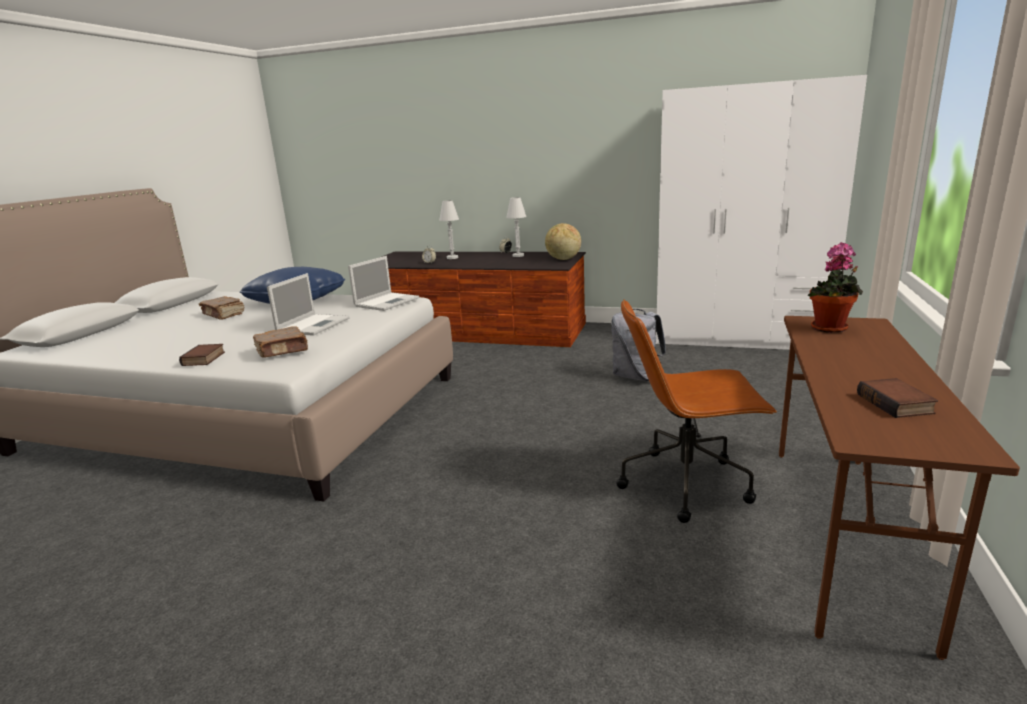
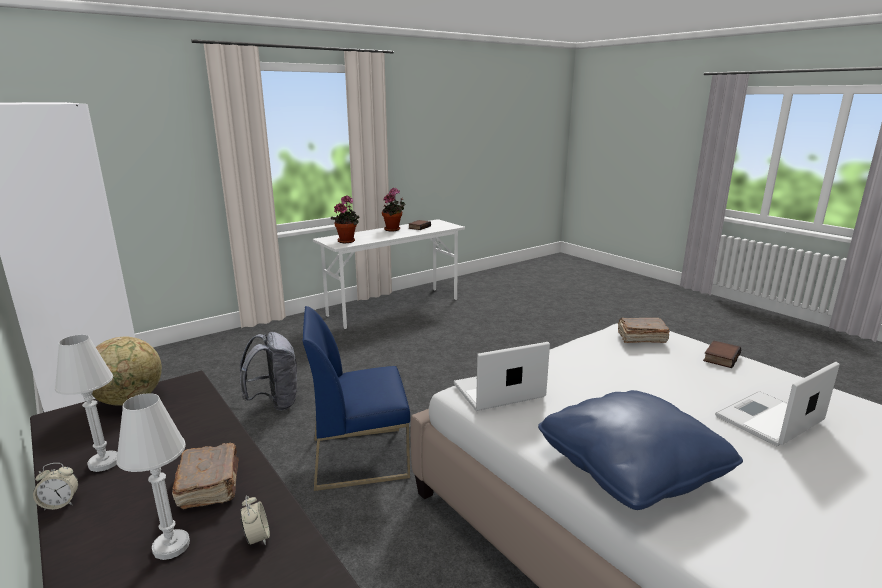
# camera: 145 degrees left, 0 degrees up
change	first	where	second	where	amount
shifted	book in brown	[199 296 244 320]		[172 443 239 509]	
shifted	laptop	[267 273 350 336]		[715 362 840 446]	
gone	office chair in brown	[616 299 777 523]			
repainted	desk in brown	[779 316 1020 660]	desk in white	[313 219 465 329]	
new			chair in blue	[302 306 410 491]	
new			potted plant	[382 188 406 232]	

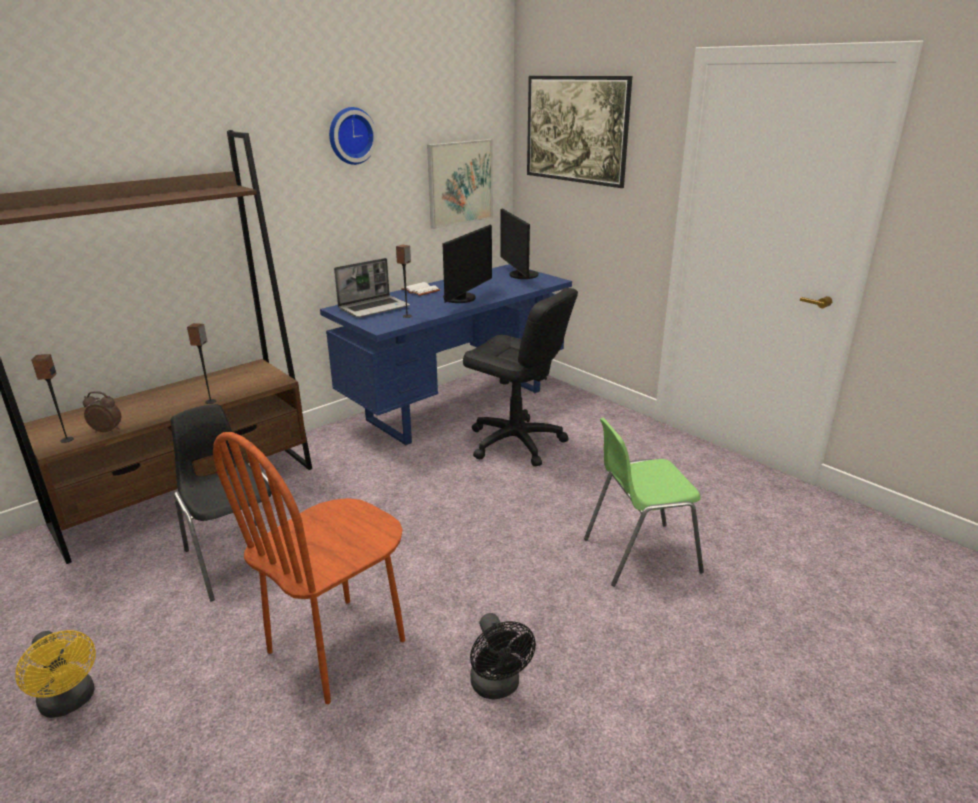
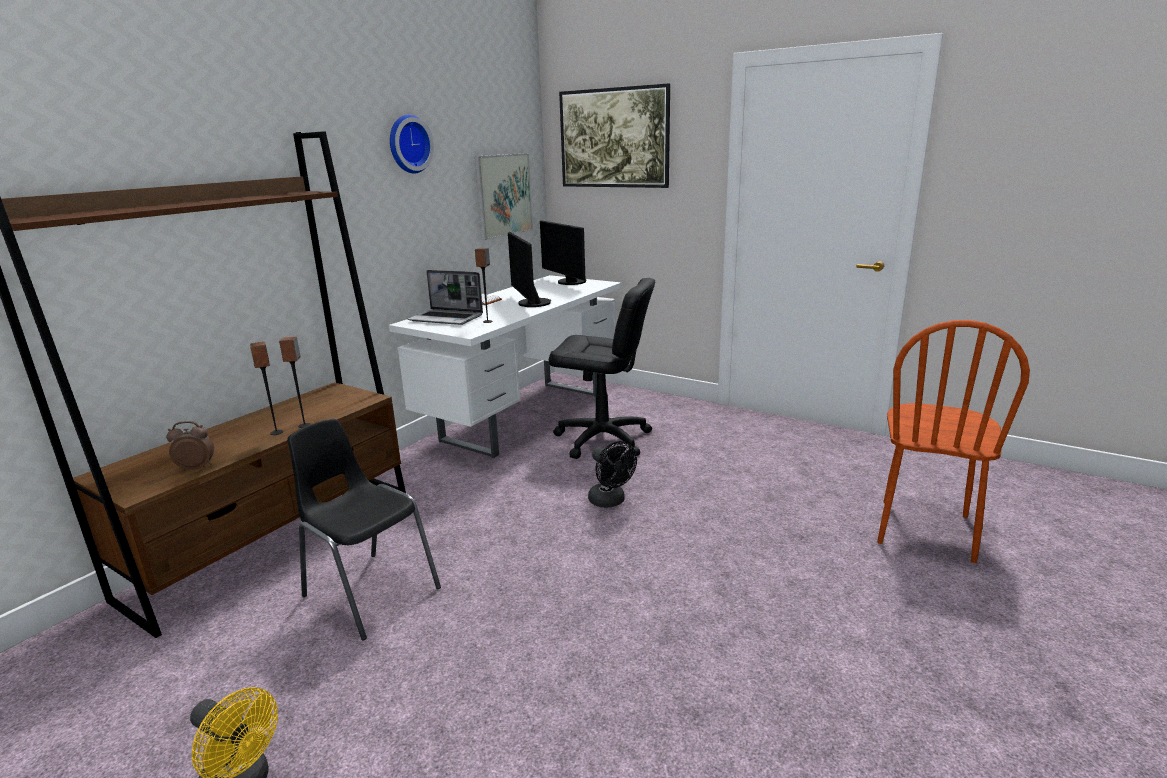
# camera: 15 degrees left, 5 degrees down
change	first	where	second	where	amount
shifted	speaker	[31 354 74 443]		[250 342 283 435]	
shifted	chair in brown	[213 432 405 704]		[877 320 1030 563]	
repainted	desk in blue	[320 264 572 446]	desk in white	[389 275 621 458]	
rotated	laptop	[334 258 410 318]		[408 270 483 325]	75 degrees clockwise
rotated	monitor	[443 225 492 303]		[508 232 551 307]	150 degrees clockwise
shifted	fan in black	[470 613 536 700]		[588 441 637 508]	
gone	chair in green	[584 418 704 587]			

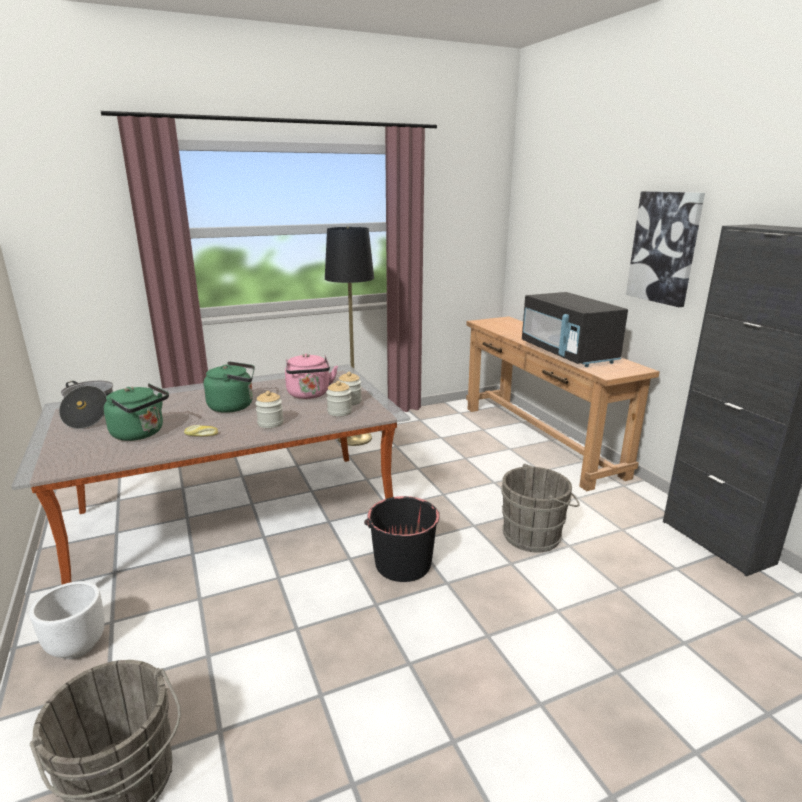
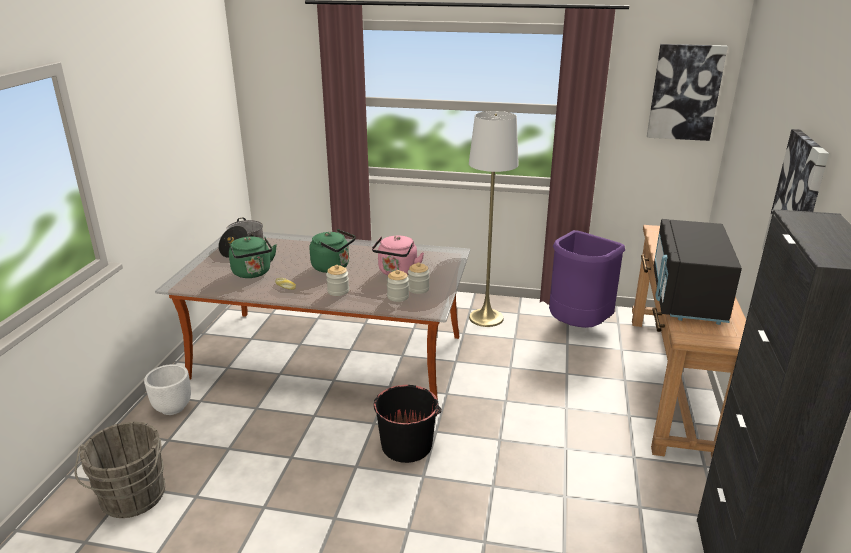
# camera: 35 degrees right, 5 degrees up
change	first	where	second	where	amount
repainted	floor lamp in black	[325 227 374 446]	floor lamp in white	[469 111 519 327]	
gone	bucket in grey	[501 464 580 553]			
new			trash can in purple	[549 230 625 328]	
new			picture	[647 44 728 141]	

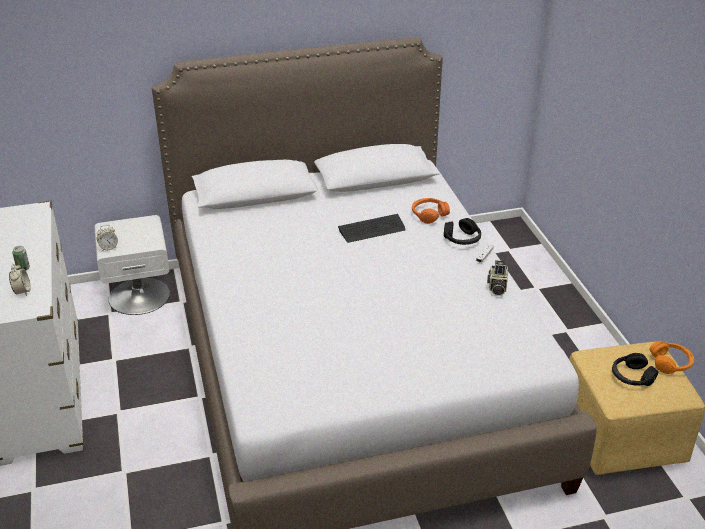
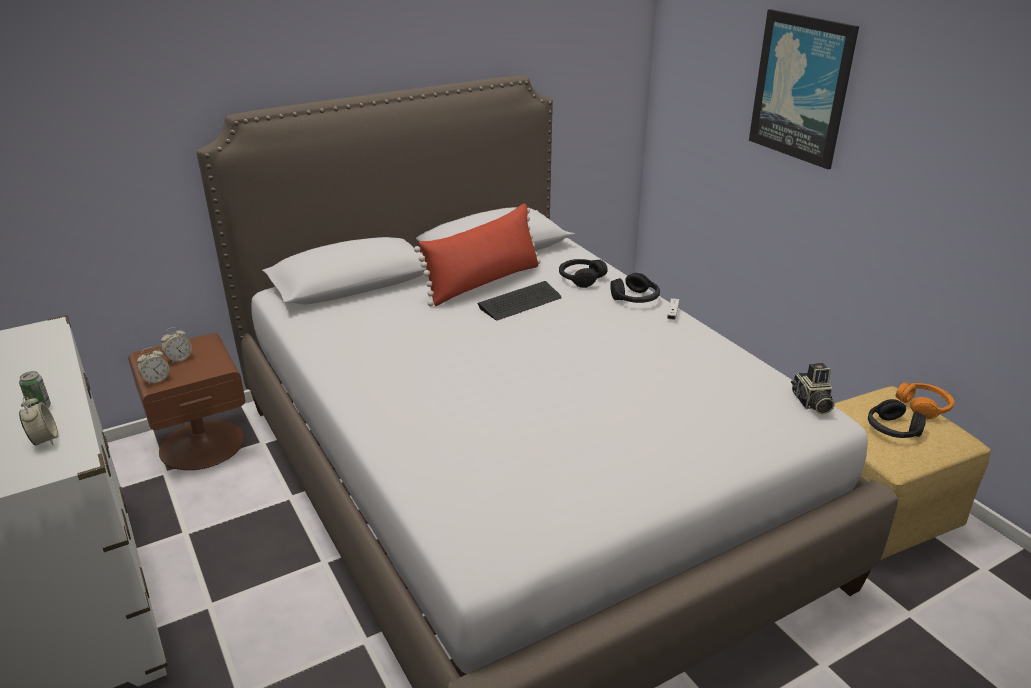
# camera: 15 degrees left, 5 degrees down
change	first	where	second	where	amount
repainted	nightstand in white	[94 215 170 315]	nightstand in brown	[128 333 245 470]	
repainted	headphones in orange	[412 198 450 224]	headphones in black	[559 259 608 288]	
shifted	photo camera	[487 260 508 296]		[791 363 835 415]	
new			alarm clock	[161 327 192 364]	
new			pillow in red	[414 204 541 306]	
new			picture	[749 9 859 169]	

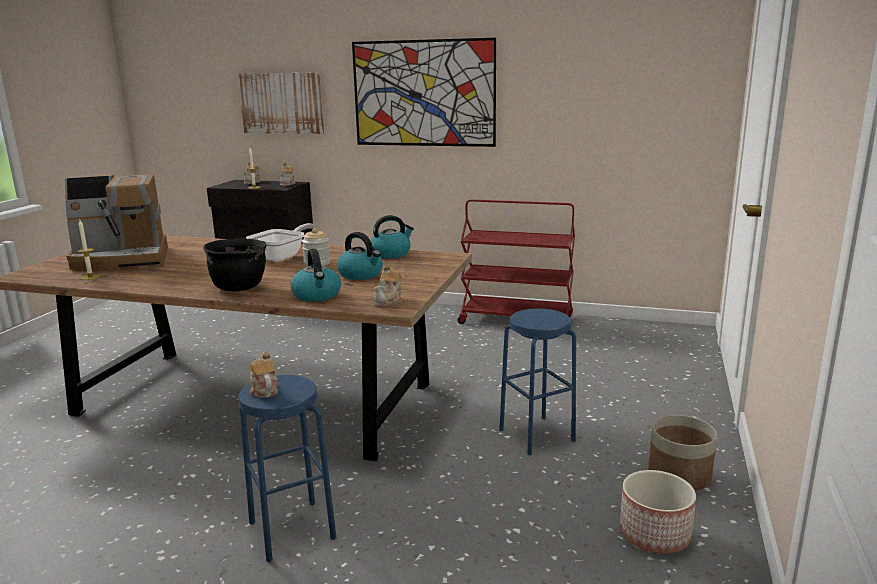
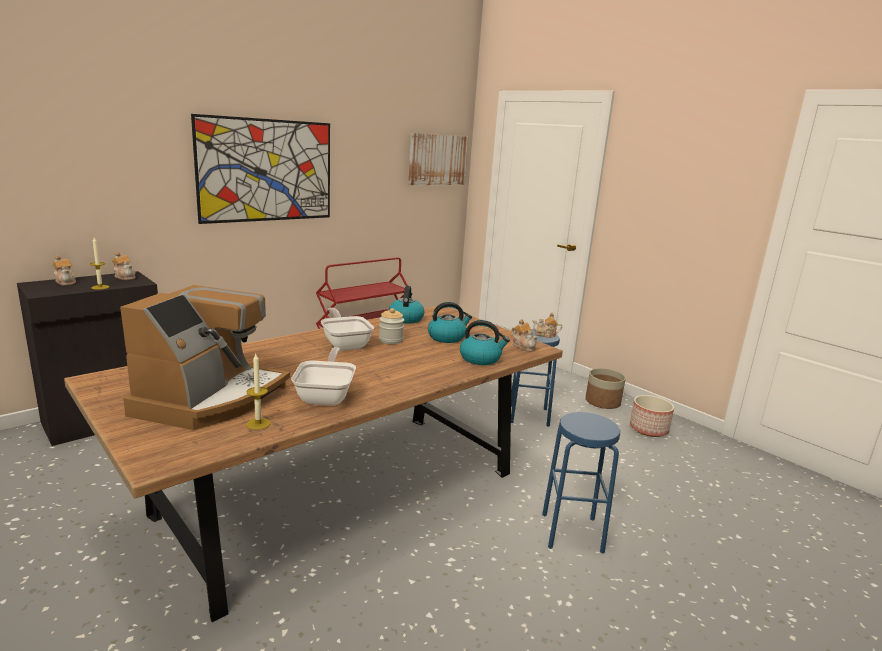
# camera: 60 degrees left, 0 degrees up
change	first	where	second	where	amount
gone	cooking pot in black	[203 239 267 291]			
shifted	picture	[238 72 324 134]		[408 133 468 185]	
shifted	teapot	[249 352 278 398]		[533 313 562 338]	
new			frying pan	[291 347 356 406]	

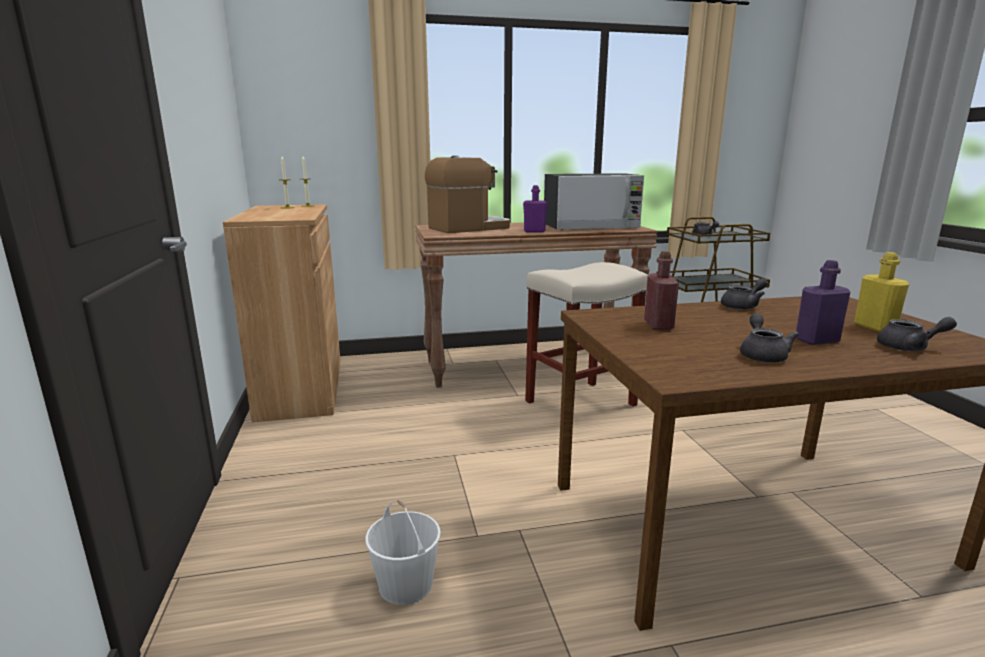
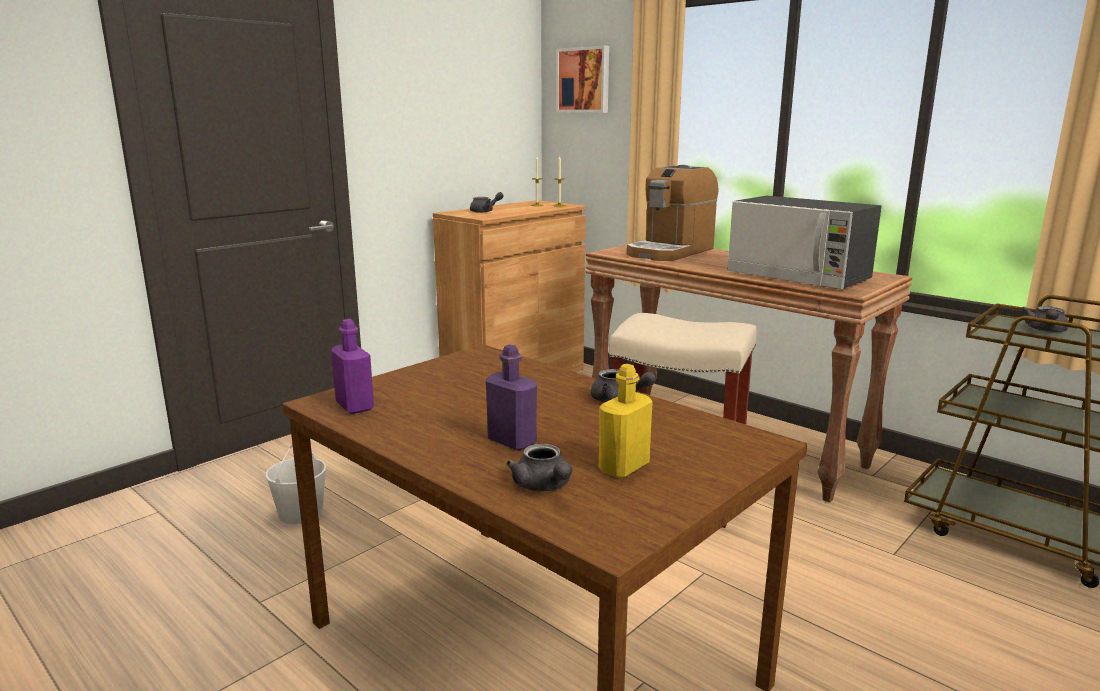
# camera: 55 degrees right, 0 degrees up
change	first	where	second	where	amount
rotated	coffee machine	[425 156 510 233]		[627 165 719 261]	105 degrees clockwise
shifted	bottle in purple	[523 185 547 233]		[331 319 374 414]	
gone	bottle in red	[644 251 679 330]			
shifted	teapot in grey	[740 313 799 363]		[470 192 504 213]	
new			picture	[556 46 609 113]	

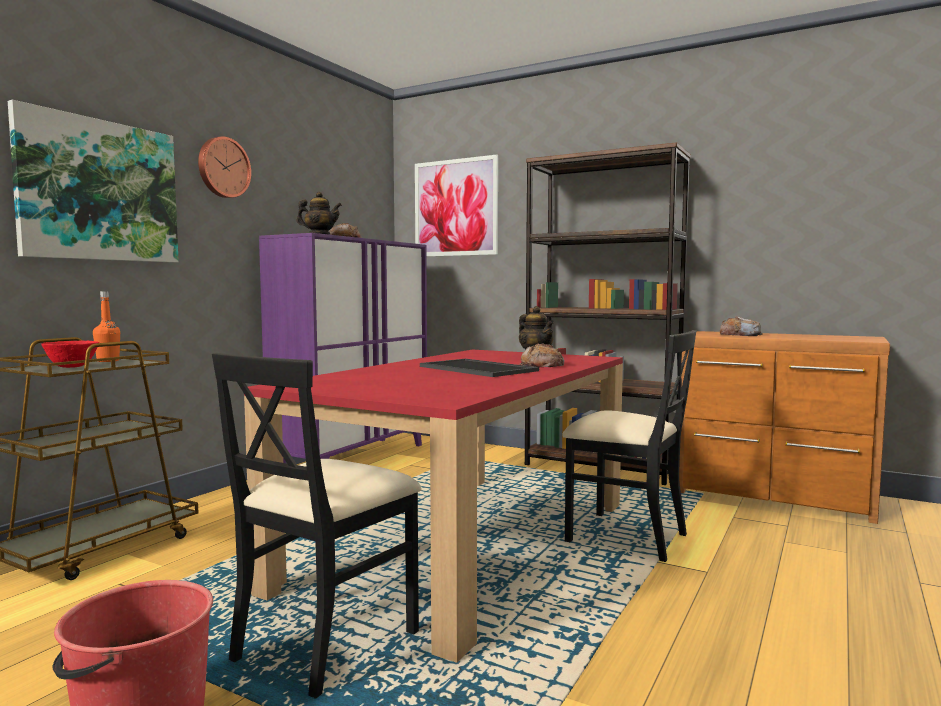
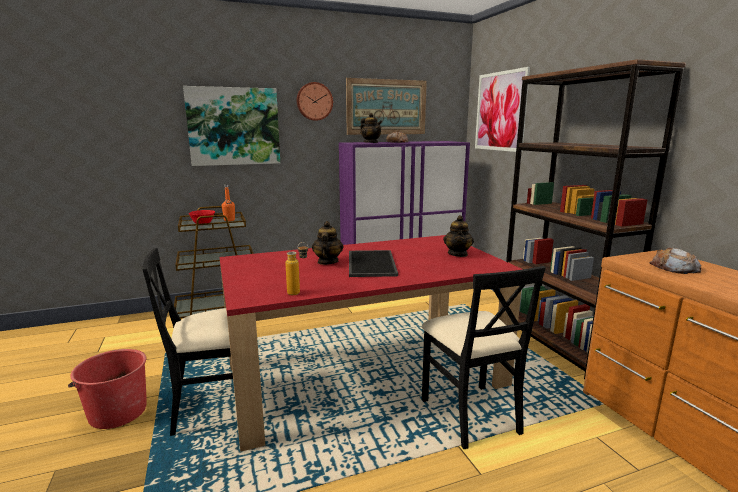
# camera: 40 degrees right, 10 degrees up
change	first	where	second	where	amount
gone	bread	[519 343 564 367]			
new			bottle	[285 242 308 295]	
new			teapot	[312 221 344 265]	
new			picture	[346 78 427 135]	

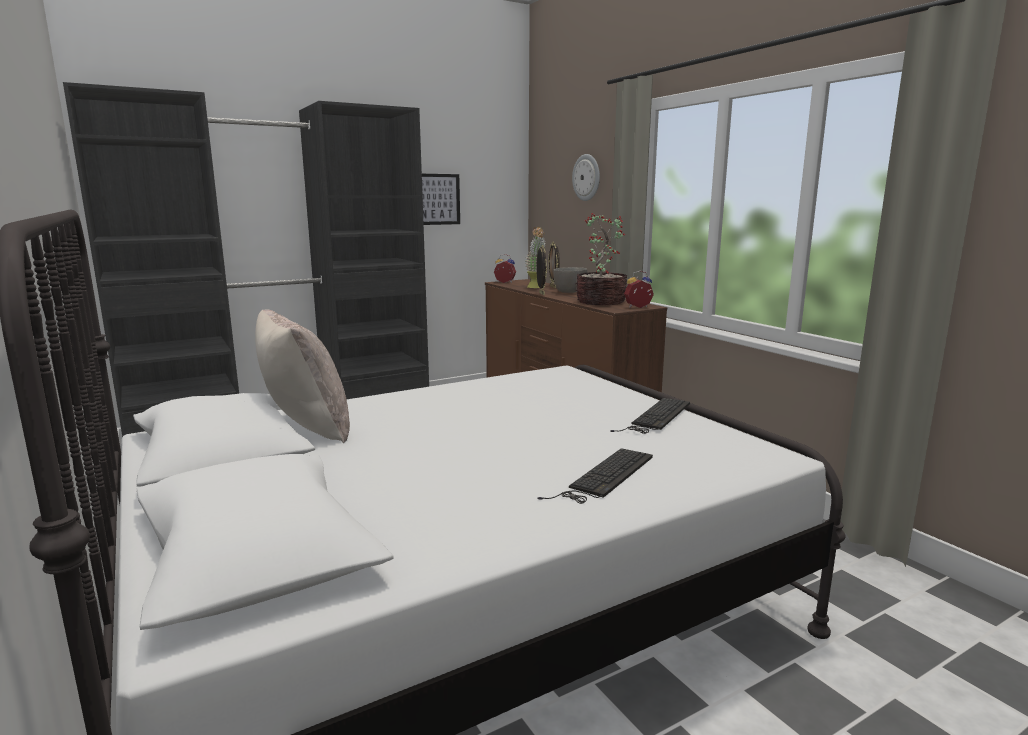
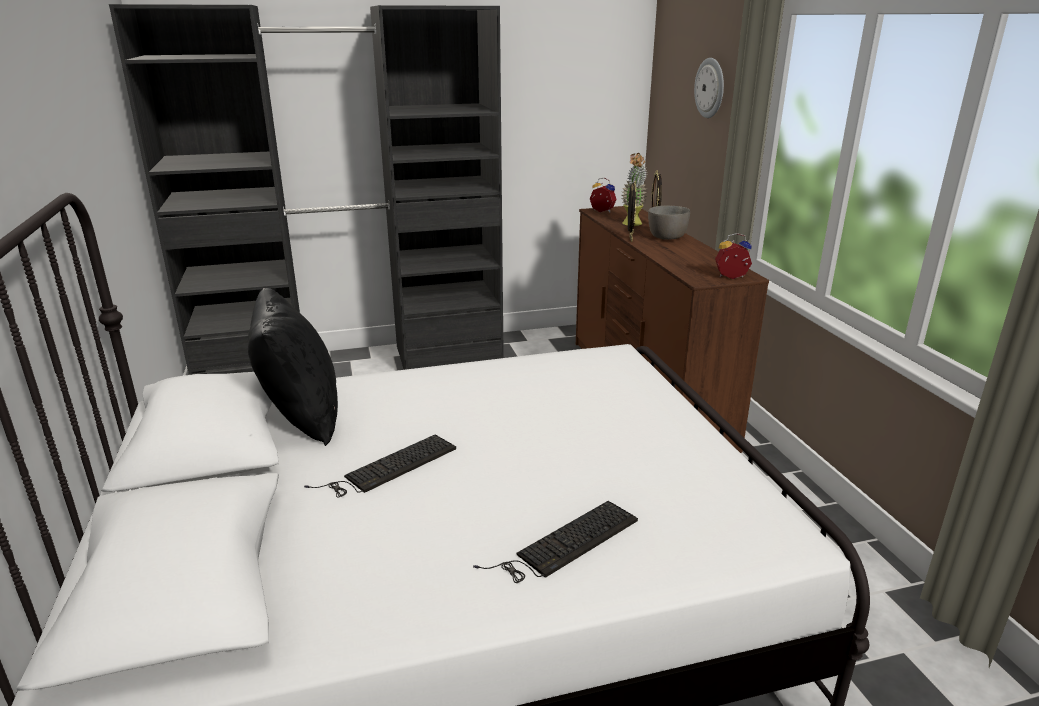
# camera: 15 degrees right, 10 degrees up
change	first	where	second	where	amount
repainted	pillow in beige	[255 309 350 443]	pillow in black	[248 288 338 446]	
gone	picture	[422 174 460 225]			
gone	potted plant	[575 213 627 305]			
shifted	keyboard	[610 398 690 434]		[304 435 456 497]	

